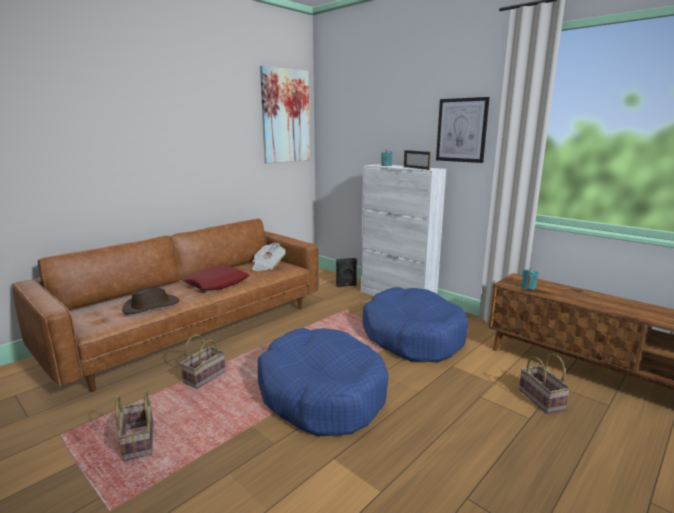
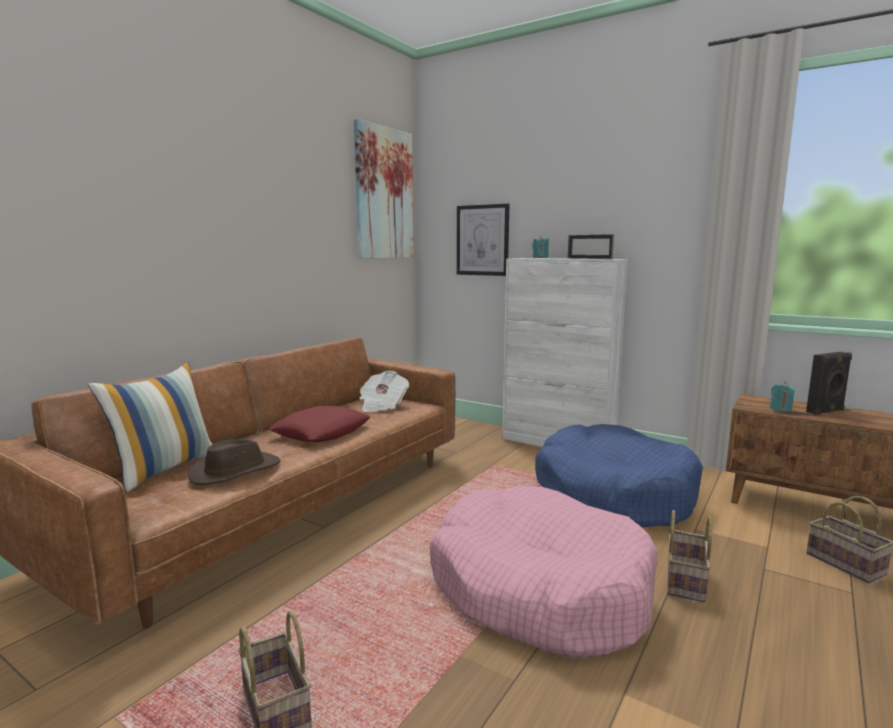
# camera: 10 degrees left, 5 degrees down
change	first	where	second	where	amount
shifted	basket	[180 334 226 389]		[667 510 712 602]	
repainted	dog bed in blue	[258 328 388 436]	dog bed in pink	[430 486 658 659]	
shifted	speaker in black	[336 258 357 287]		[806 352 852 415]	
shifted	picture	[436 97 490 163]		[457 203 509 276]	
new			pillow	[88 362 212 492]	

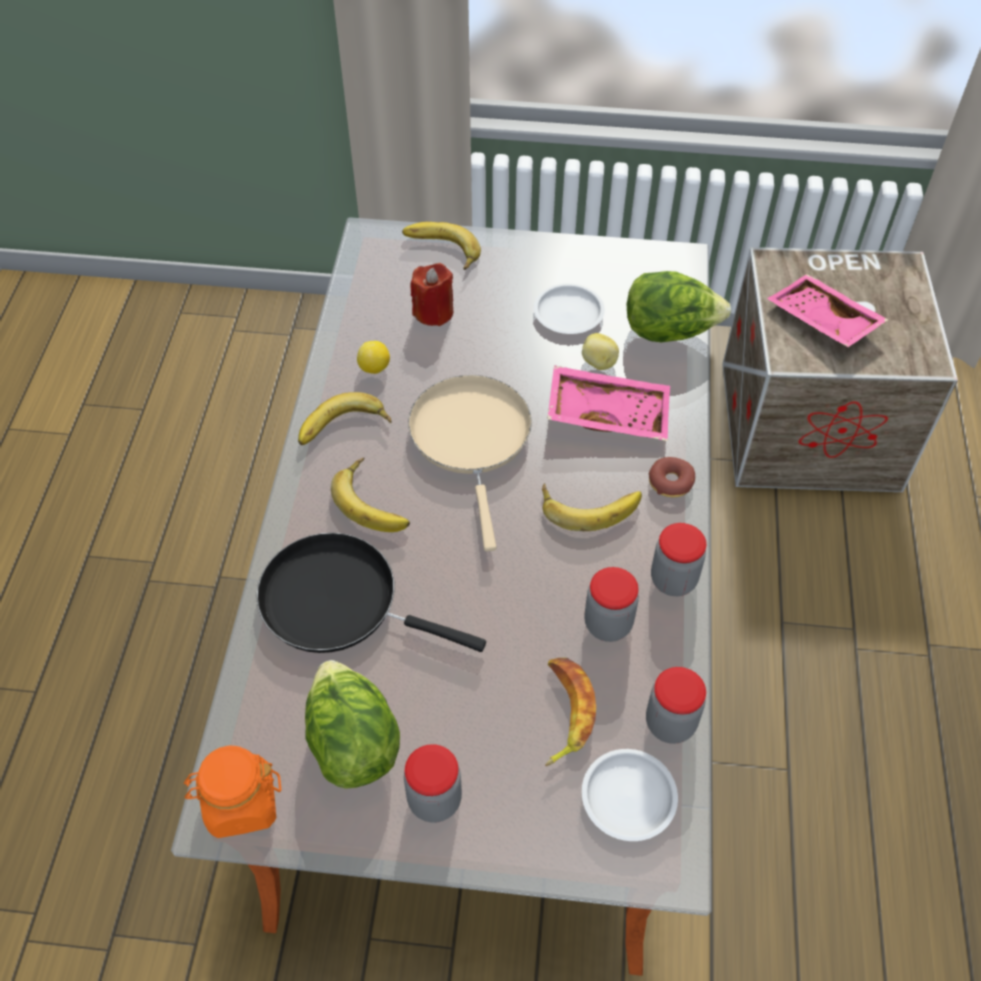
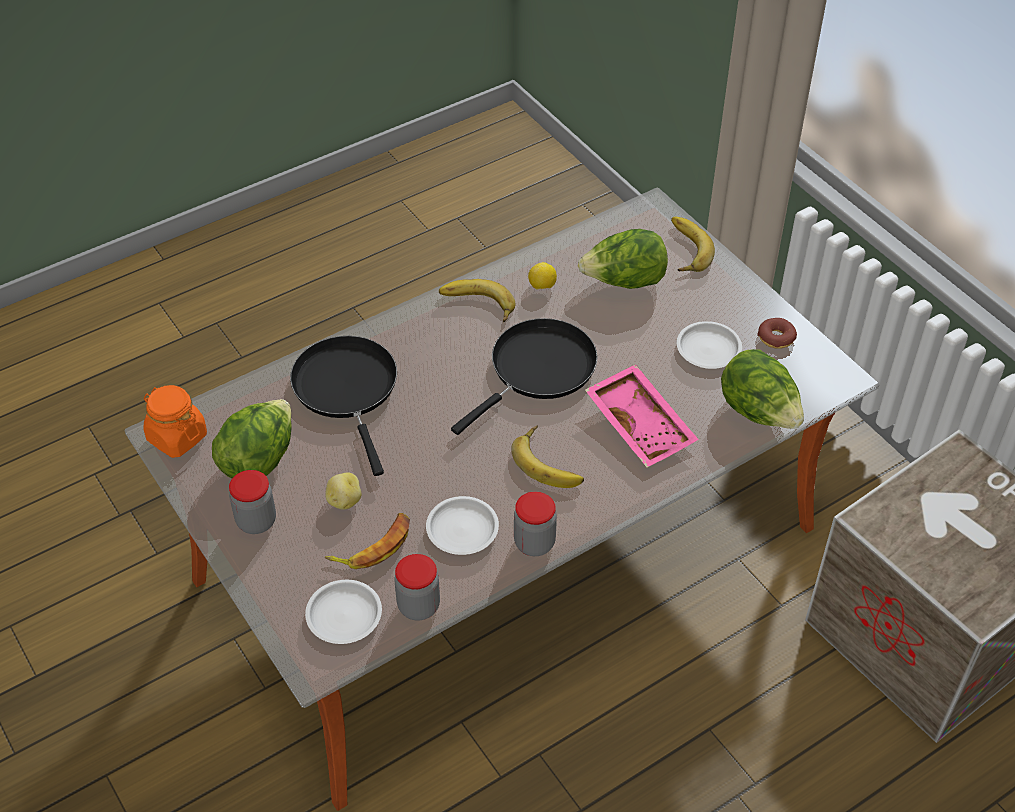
# camera: 50 degrees right, 5 degrees down
change	first	where	second	where	amount
gone	banana	[331 458 410 532]			
repainted	frying pan in beige	[408 375 532 552]	frying pan in black	[451 318 598 435]	
swapped	candle in red	[411 263 453 326]	lettuce	[578 229 668 289]	
shifted	potato	[582 333 619 370]		[325 472 361 510]	
swapped	jar	[584 567 639 642]	plate in white	[426 496 499 555]	
shifted	donut	[649 457 695 497]		[757 318 797 349]	
gone	tray in pink	[767 274 888 347]			

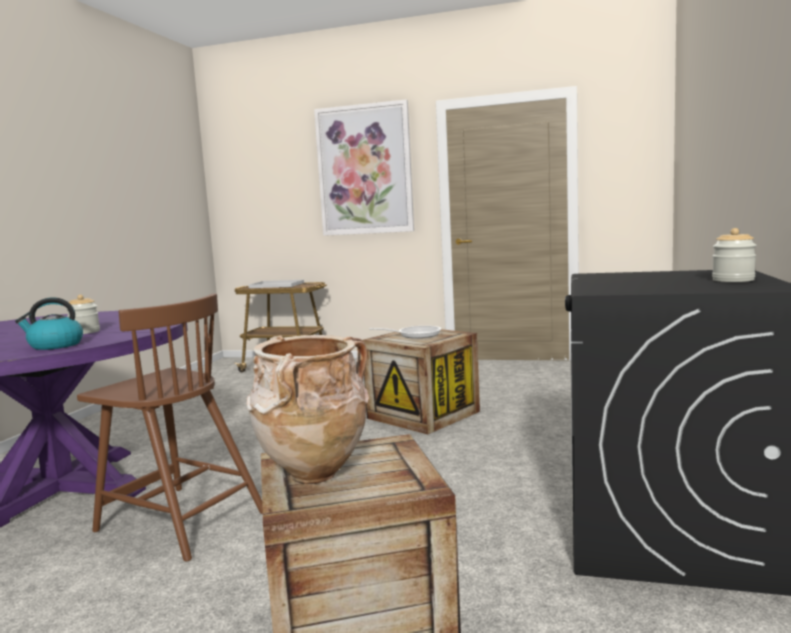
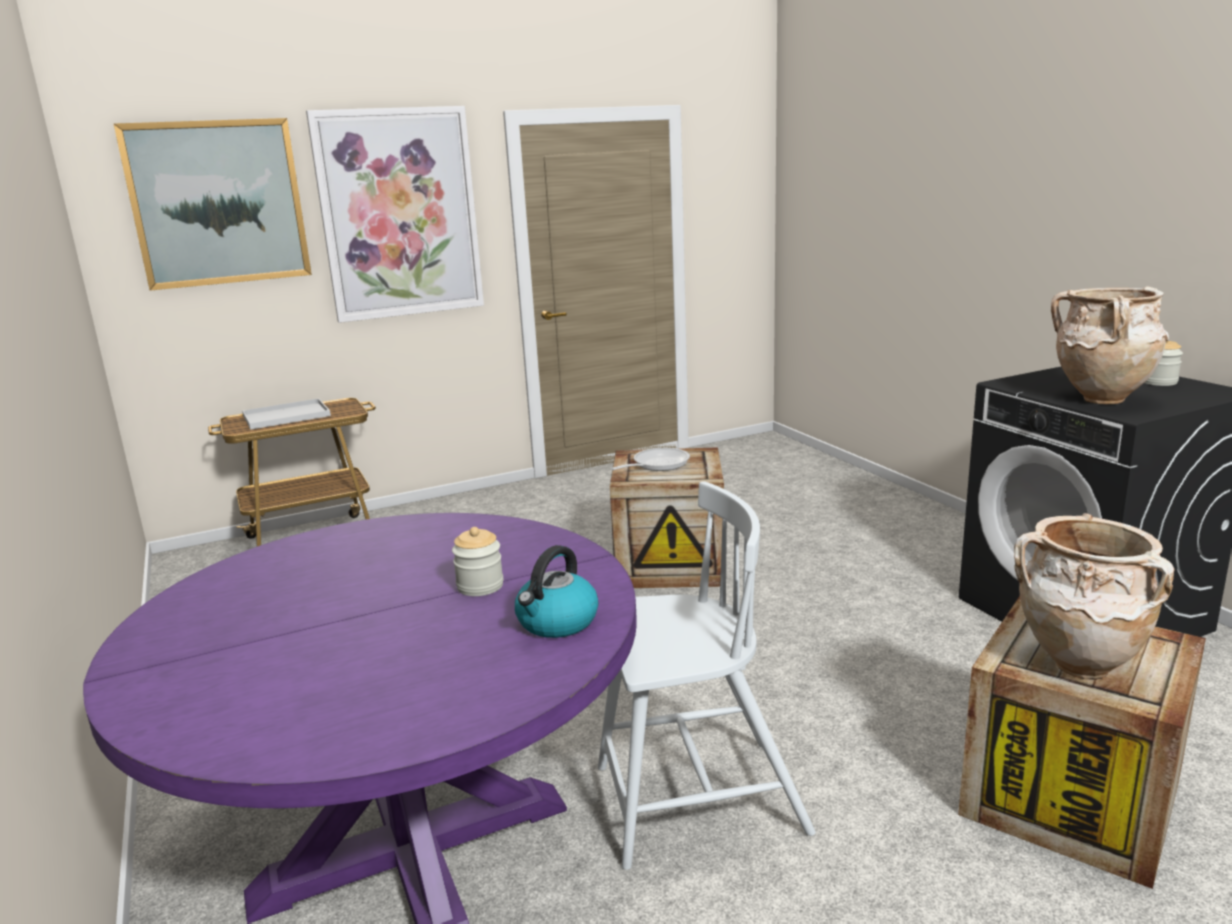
# camera: 40 degrees left, 10 degrees up
change	first	where	second	where	amount
repainted	chair in brown	[77 293 263 562]	chair in white	[598 481 816 870]	
new			picture	[114 118 312 291]	
new			vase in beige	[1051 287 1169 404]	

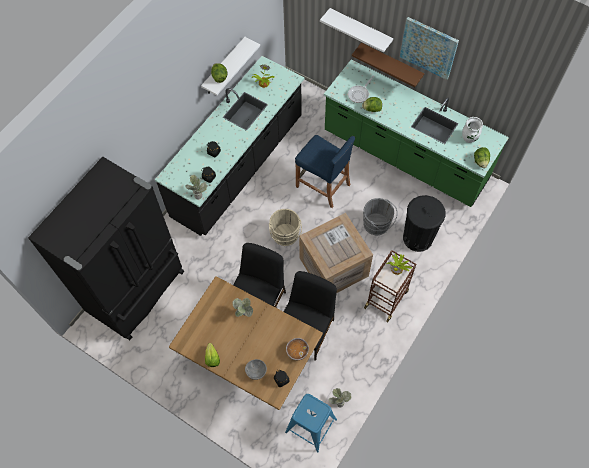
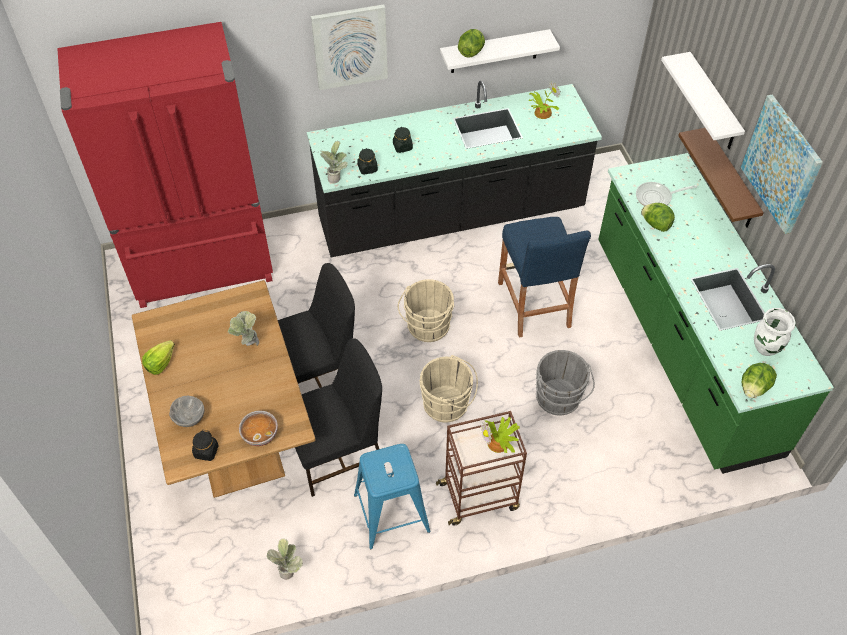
# camera: 40 degrees right, 10 degrees down
change	first	where	second	where	amount
repainted	fridge in black	[28 156 184 340]	fridge in red	[57 22 273 308]	
shifted	stool in blue	[285 394 337 453]		[354 444 430 549]	
swapped	crate	[299 213 373 293]	bucket in beige	[419 355 478 423]	
gone	trash can in black	[403 195 446 252]			
new			picture	[311 4 388 90]	

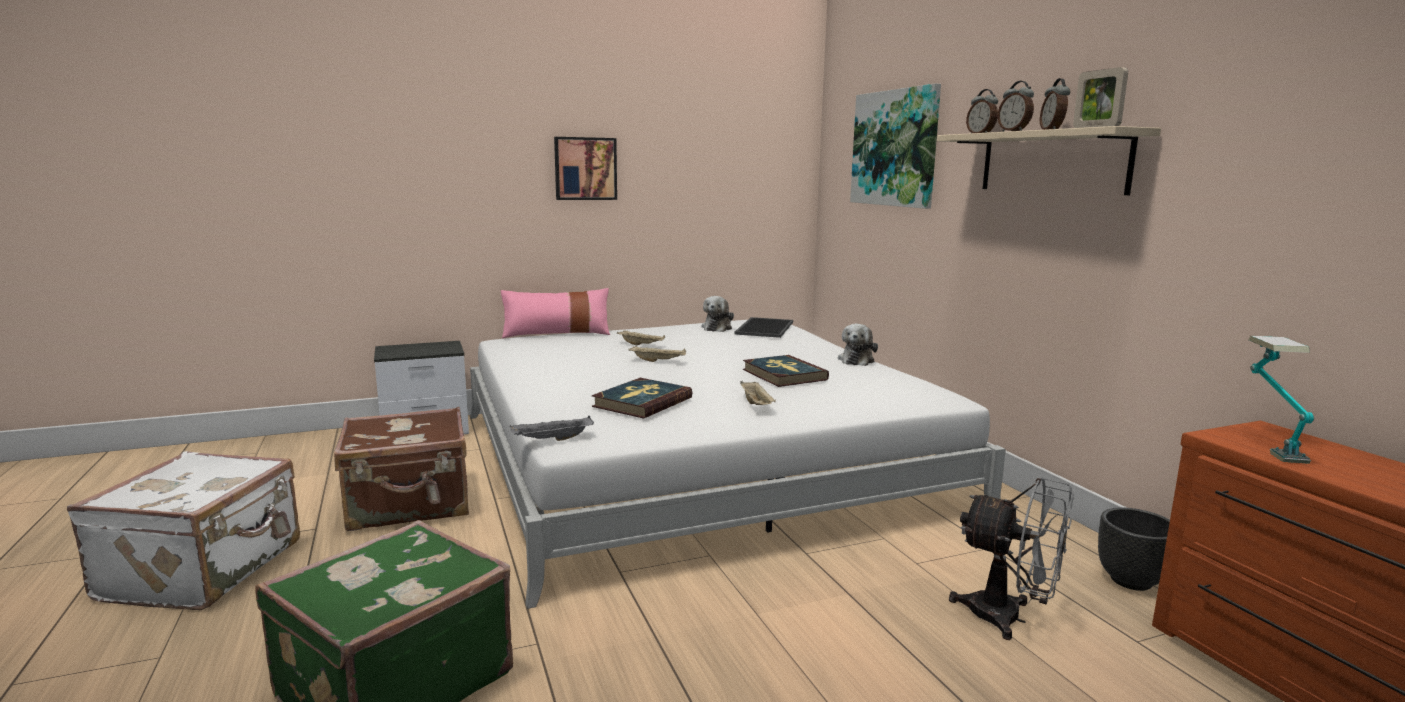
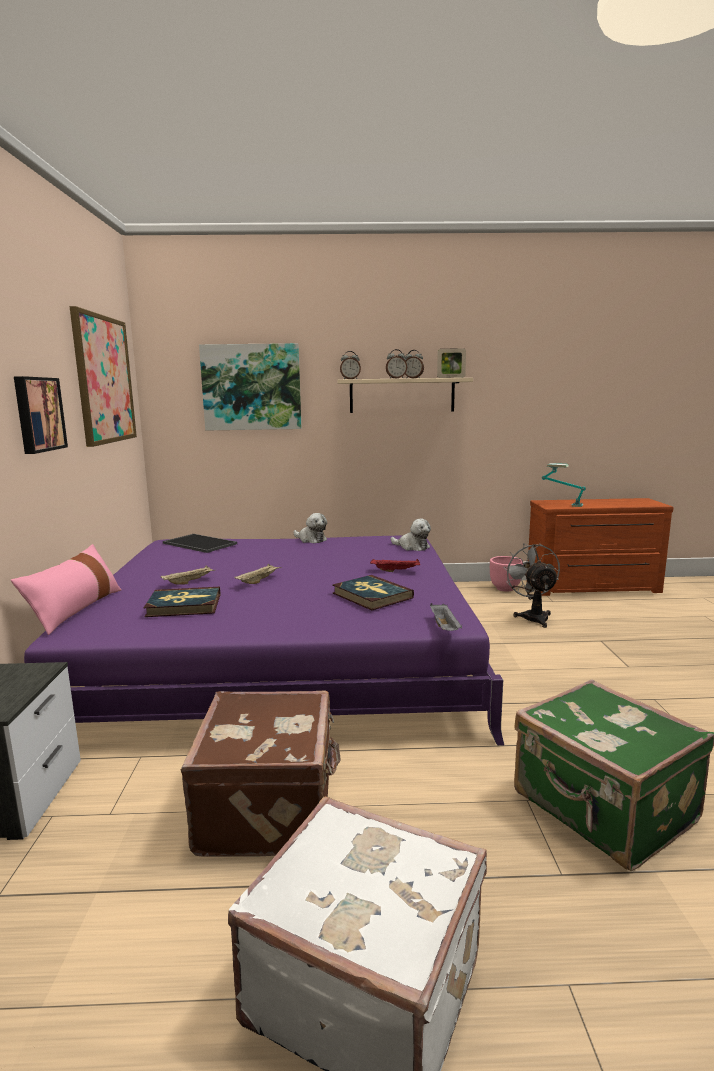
# camera: 70 degrees left, 0 degrees up
change	first	where	second	where	amount
repainted	bed in white	[470 320 1006 609]	bed in purple	[24 536 504 746]	
shifted	plush toy	[701 296 734 332]		[391 518 431 551]	
repainted	tray in beige	[740 381 776 405]	tray in red	[370 559 420 572]	
shifted	book	[743 355 829 387]		[144 587 220 617]	
rotated	fan in grey	[949 477 1074 640]		[503 543 560 628]	60 degrees counterclockwise
repainted	planter in black	[1098 507 1170 591]	planter in pink	[490 556 523 592]	
new			picture	[70 306 137 447]	

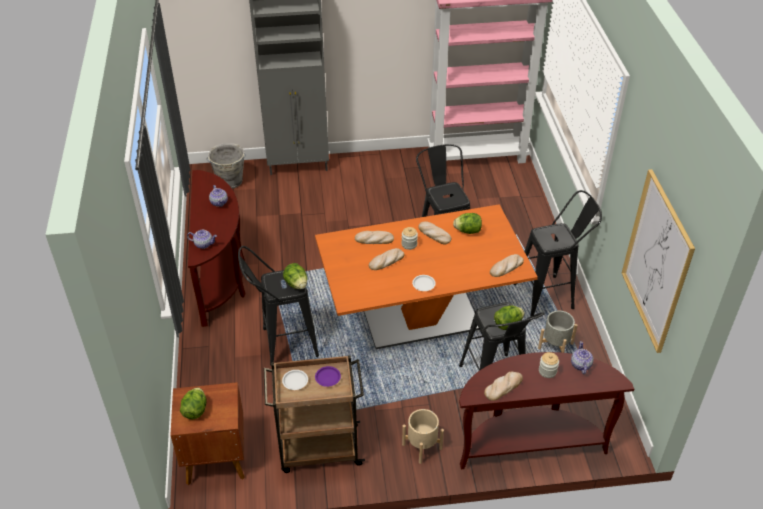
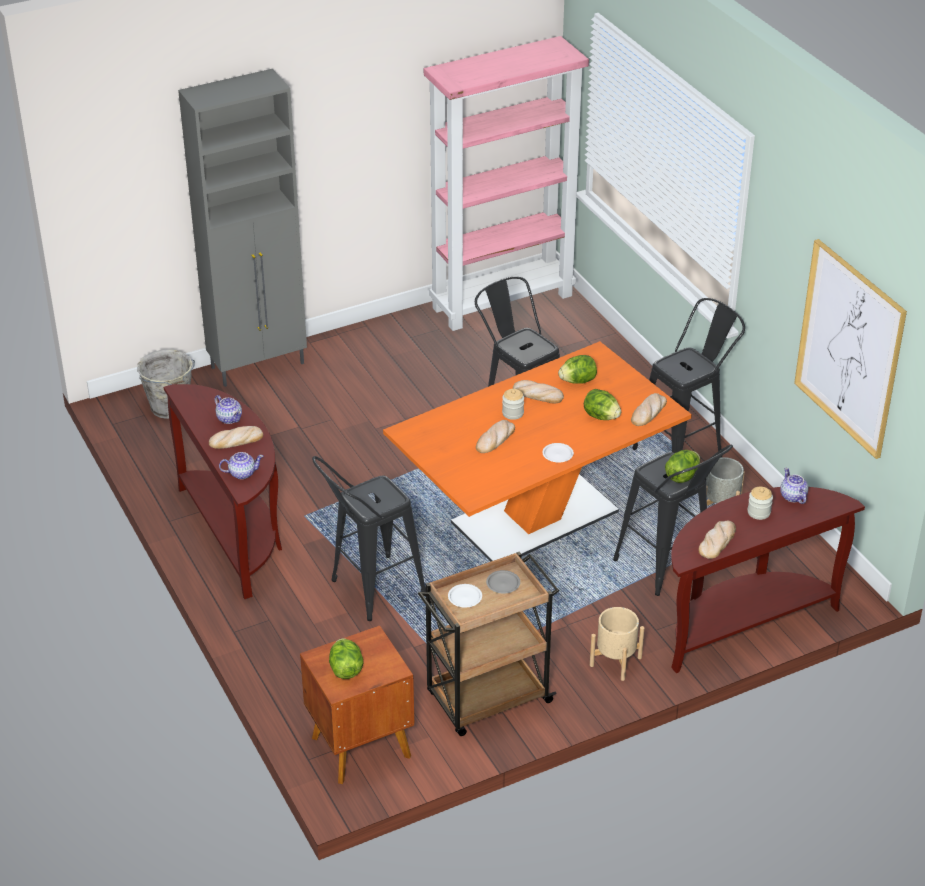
# camera: 20 degrees left, 5 degrees down
change	first	where	second	where	amount
shifted	lettuce	[283 263 307 289]		[584 389 621 420]	
repainted	plate in purple	[315 366 341 387]	plate in grey	[486 570 520 594]	
shifted	bread	[355 231 394 244]		[209 426 263 449]	

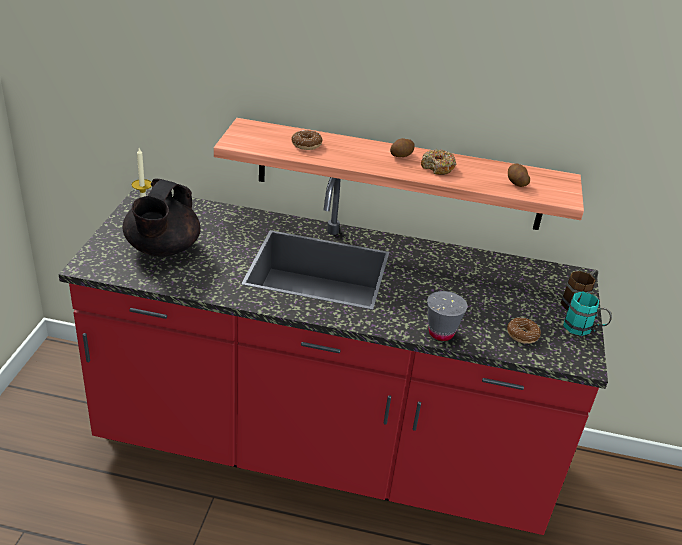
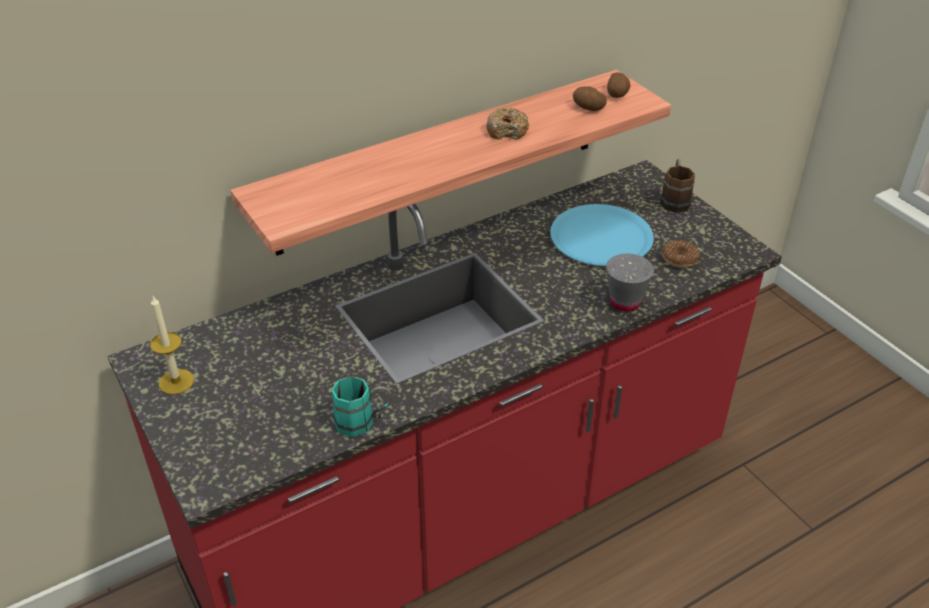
# camera: 40 degrees left, 5 degrees up
change	first	where	second	where	amount
gone	teapot in black	[123 178 200 256]			
gone	donut	[291 130 322 150]			
shifted	potato	[390 138 415 157]		[607 72 630 98]	
shifted	mug in turquoise	[563 292 612 336]		[332 376 392 437]	
new			plate in blue	[550 204 654 266]	

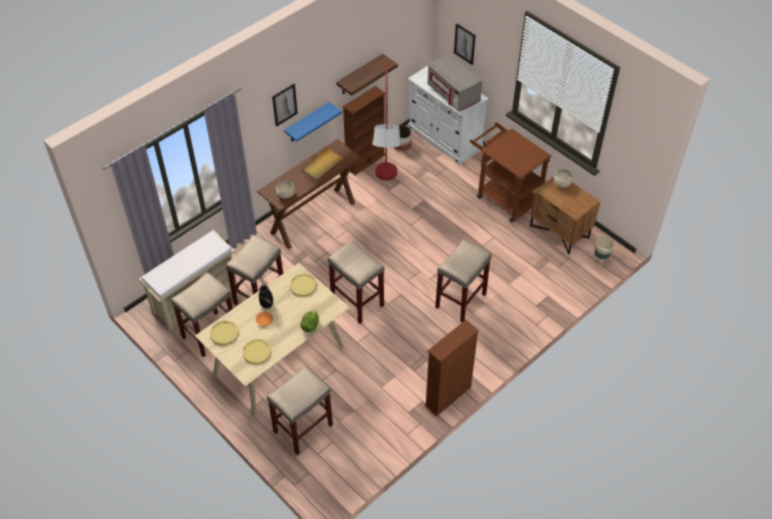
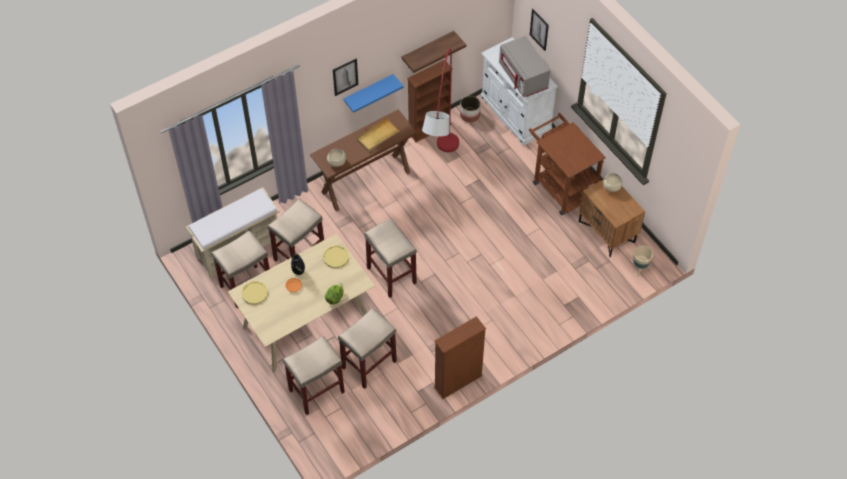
# camera: 10 degrees right, 5 degrees up
change	first	where	second	where	amount
gone	plate in yellow	[242 339 271 364]			
shifted	stool in beige	[435 239 492 322]		[338 308 397 389]	

